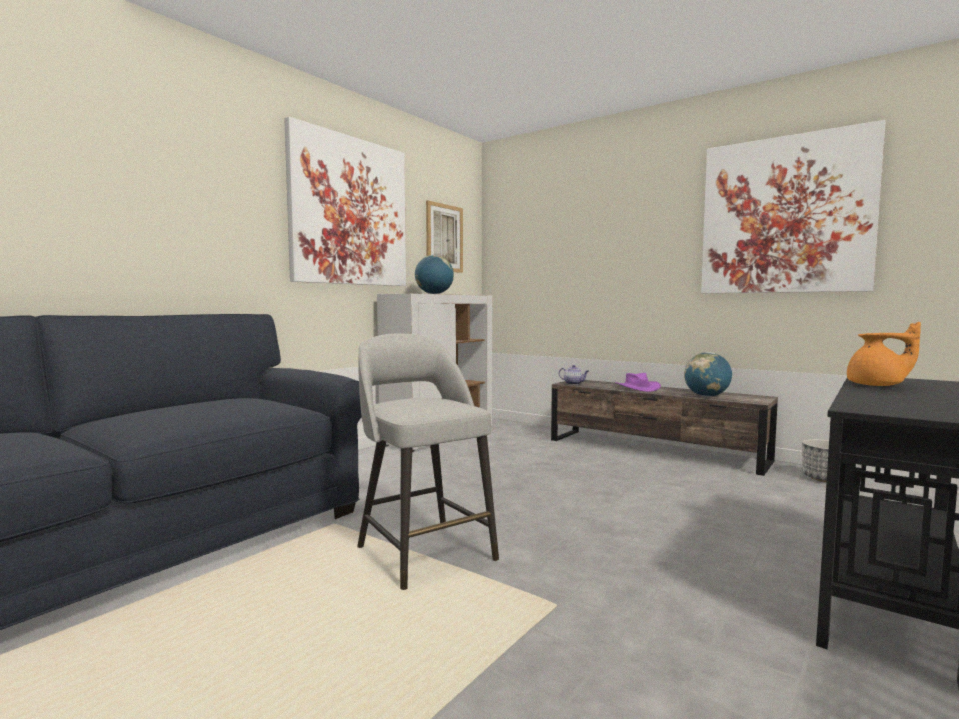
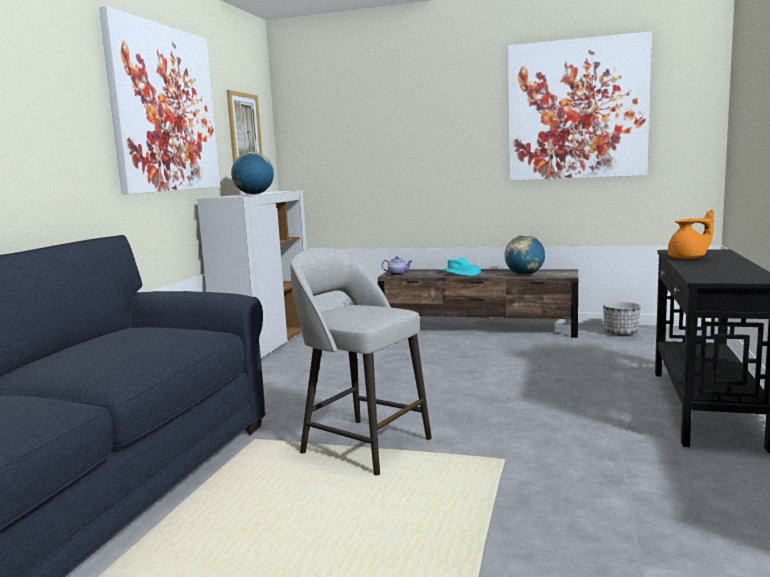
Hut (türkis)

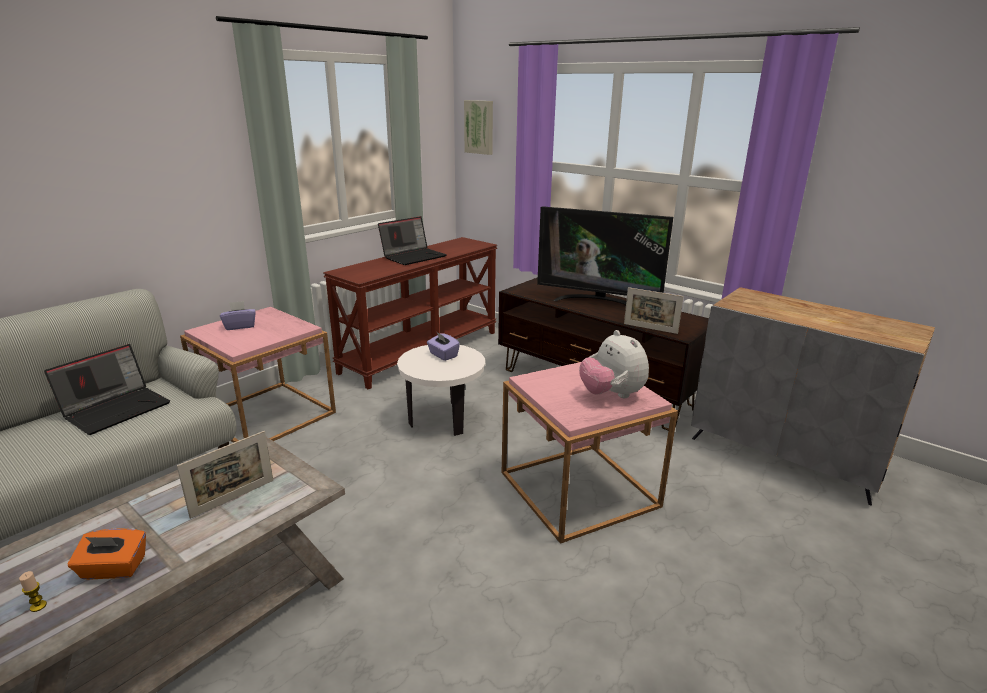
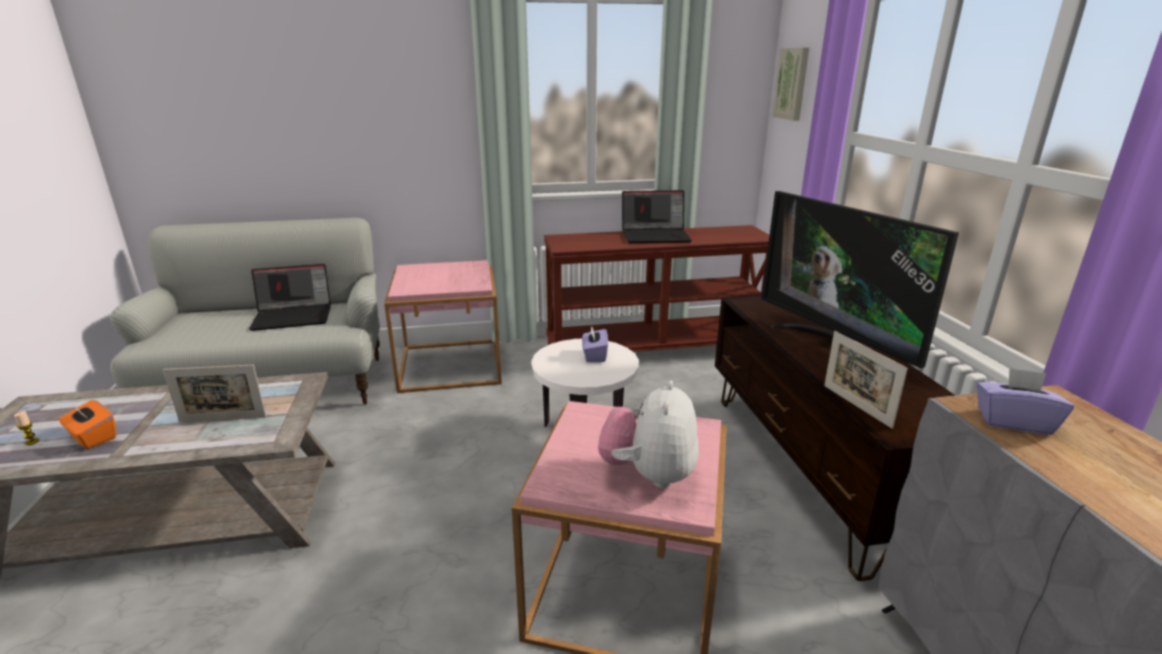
Taschentuchbox (lila) (no. 2 from left)

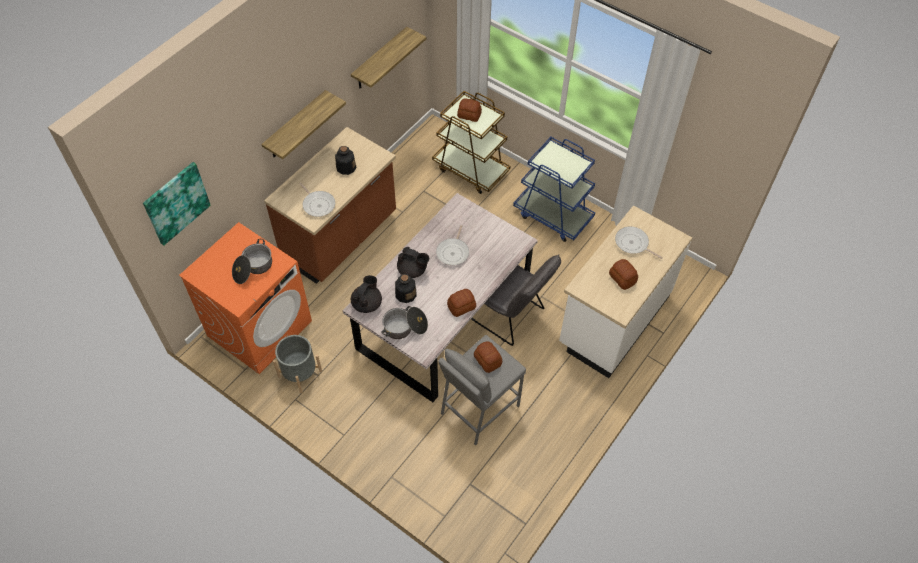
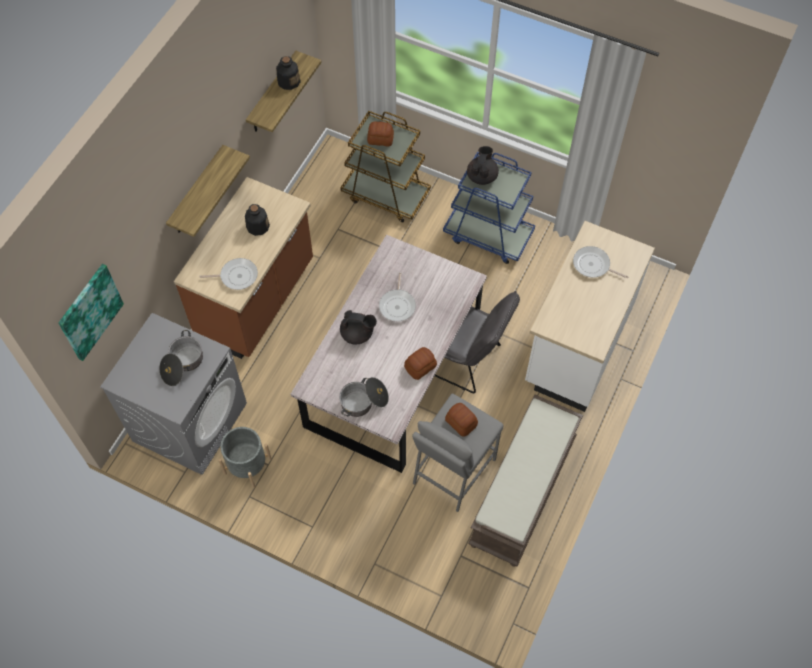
Pfanne (no. 1 from left); Waschmaschine (grau); Brot (no. 4 from left in the first image); Flasche (no. 2 from left); Teekanne (schwarz) (no. 2 from left); Bank (braun)

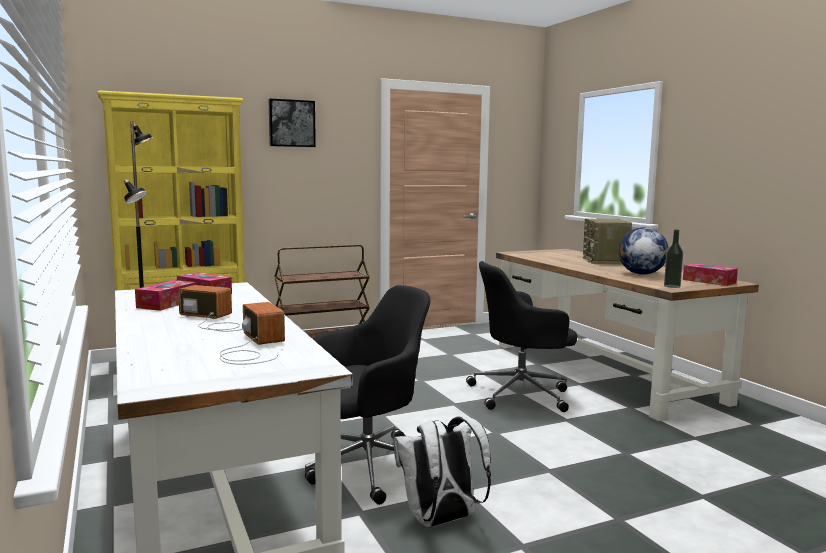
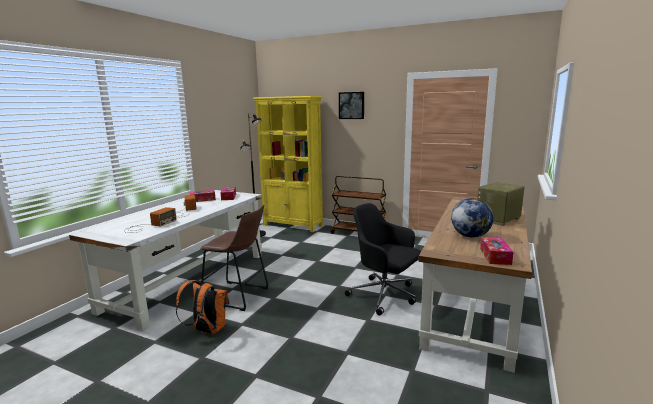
Flasche; Hocker (braun); Rucksack (orange)

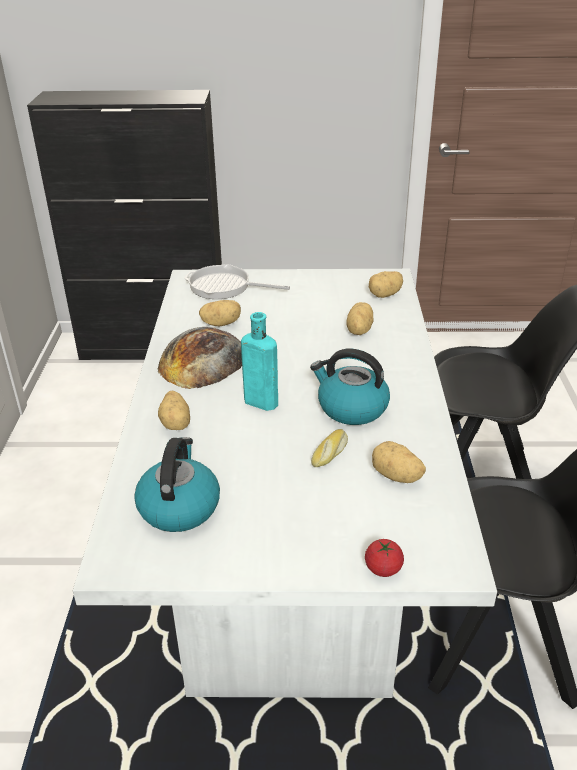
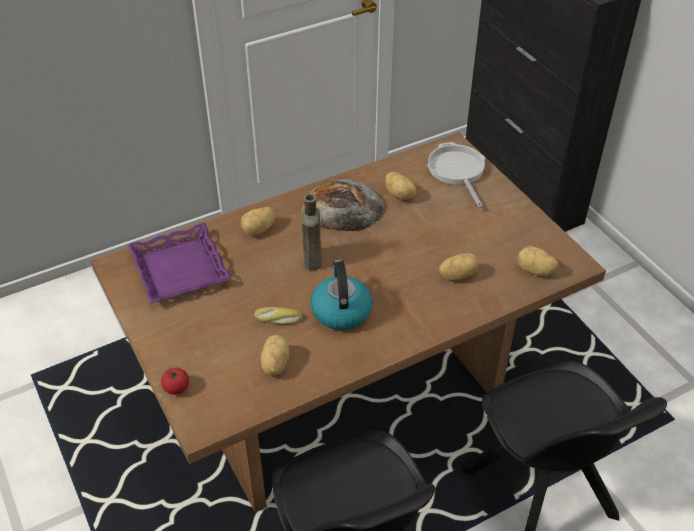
Esstisch (braun); Flasche (braun); Tablett (lila)

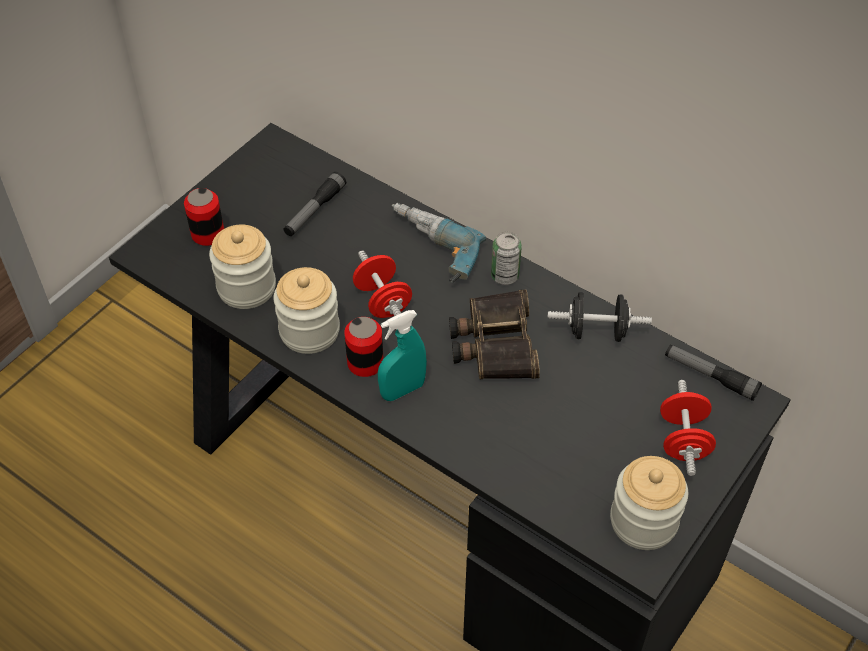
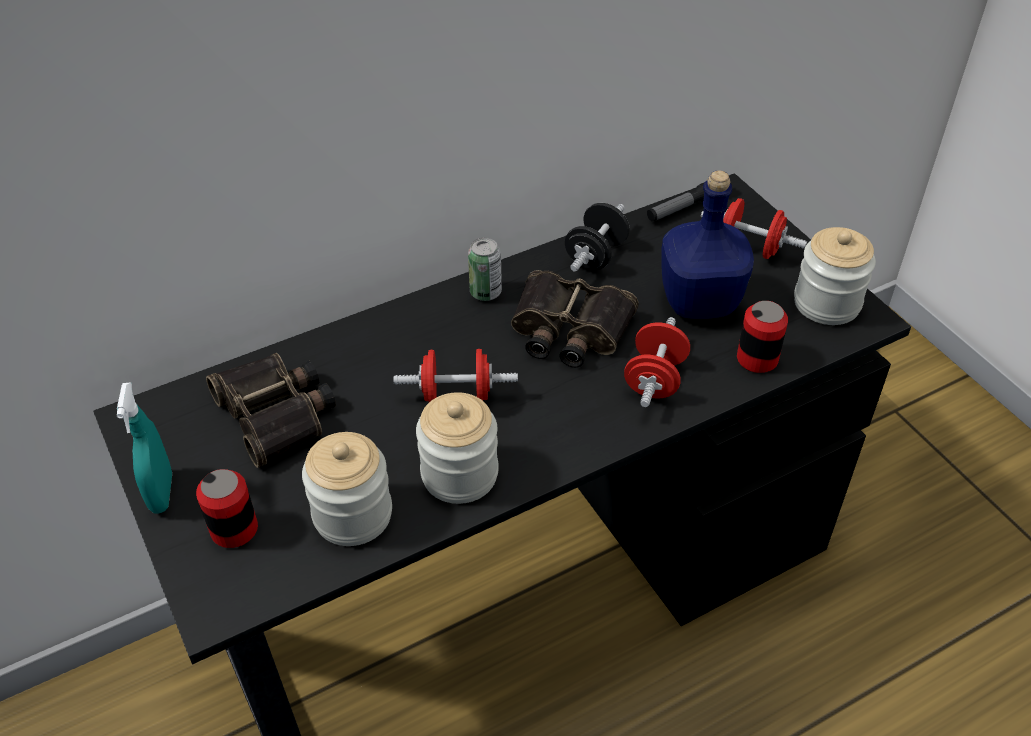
Fernglas (no. 1 from left); Bohrmaschine; Sprühflasche (türkis); Dose (no. 3 from left); Flasche (blau); Hantel (rot) (no. 2 from left)

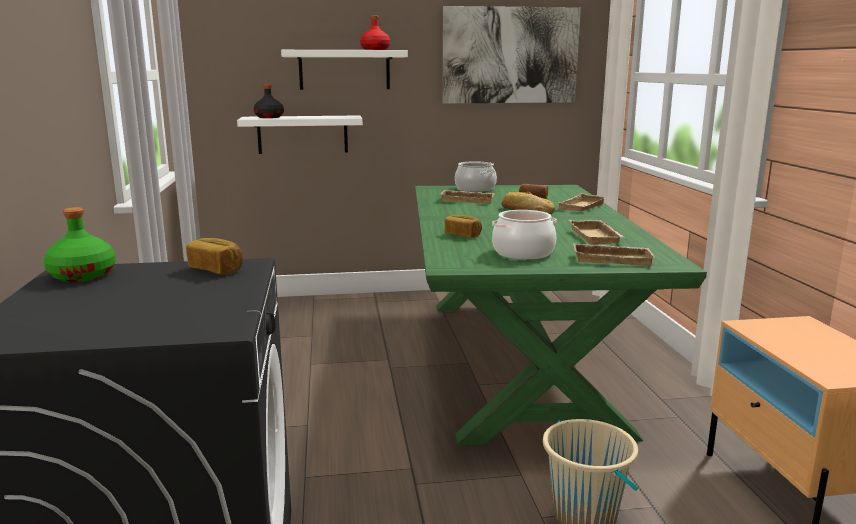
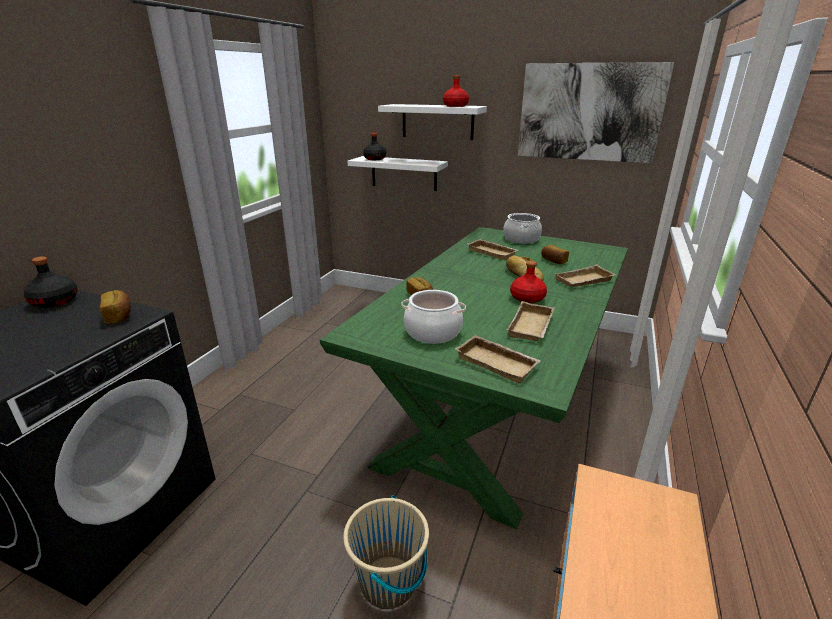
Flasche (schwarz) (no. 1 from left); Flasche (rot) (no. 2 from left)

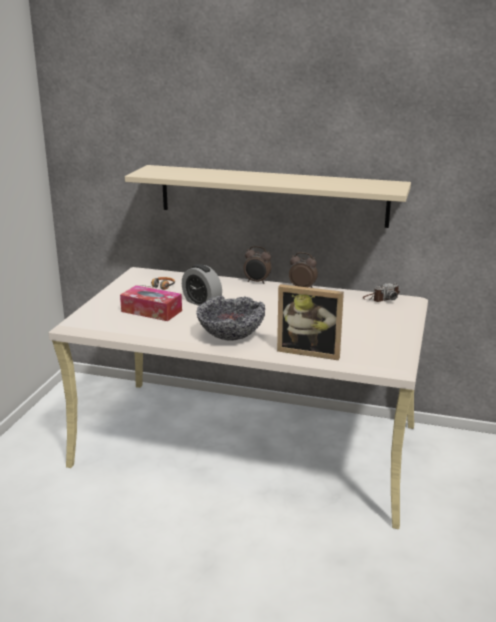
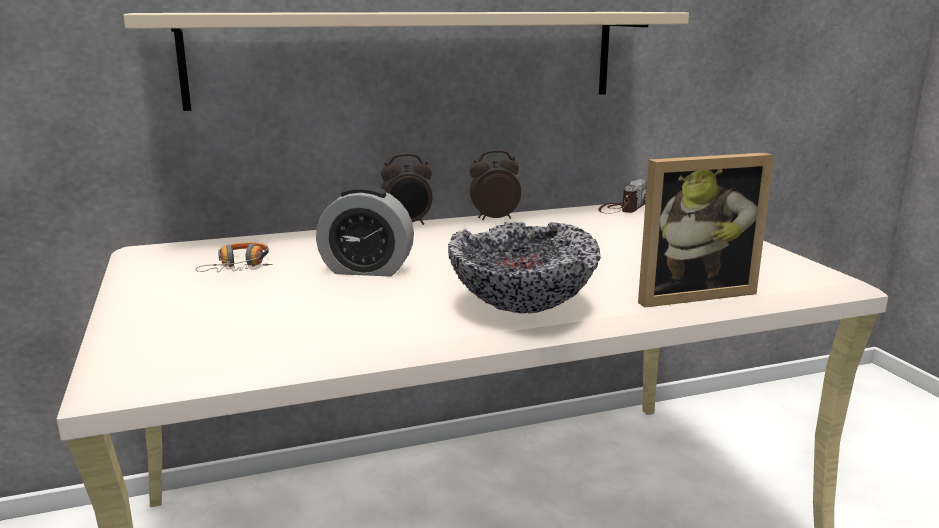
Taschentuchbox

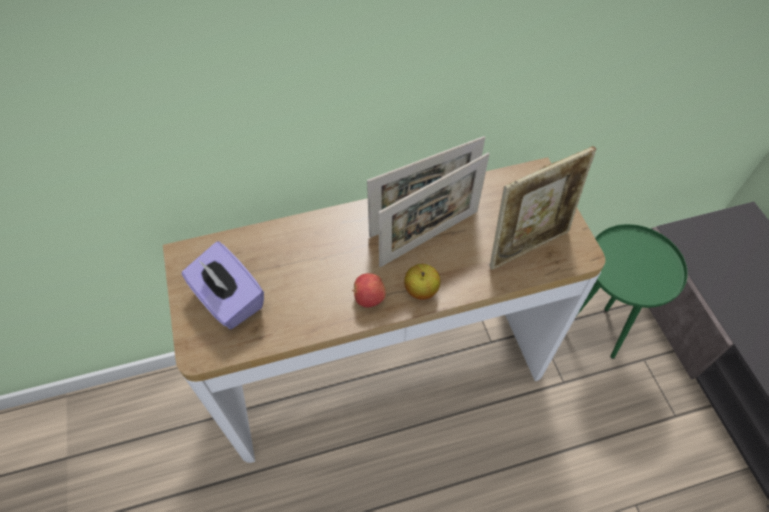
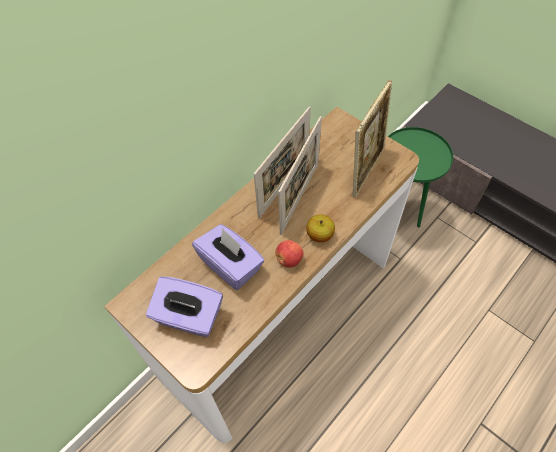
Taschentuchbox (lila) (no. 2 from left)

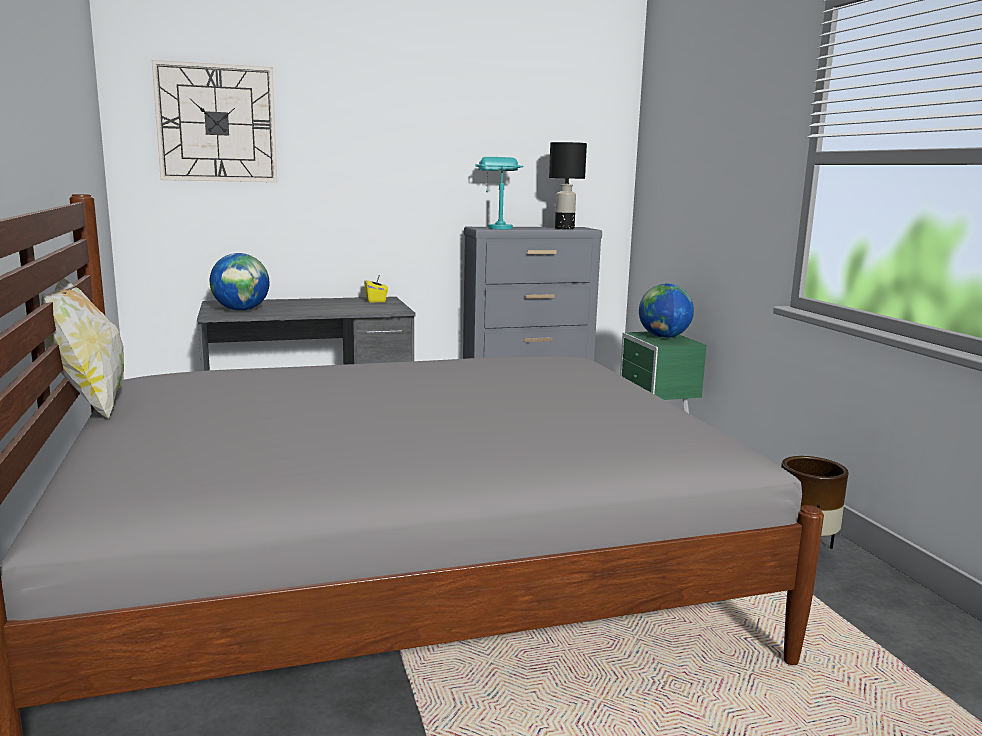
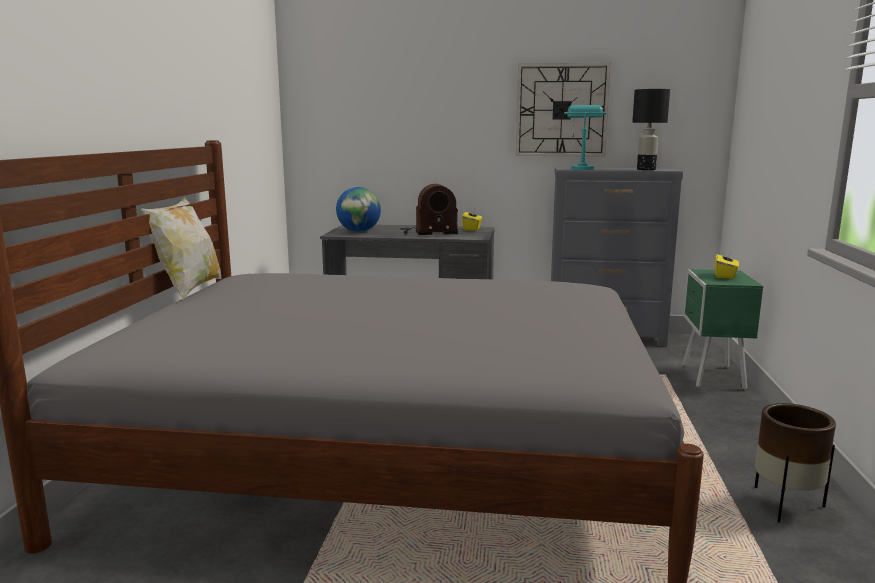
Wanduhr; Taschentuchbox (gelb) (no. 2 from left); Radio

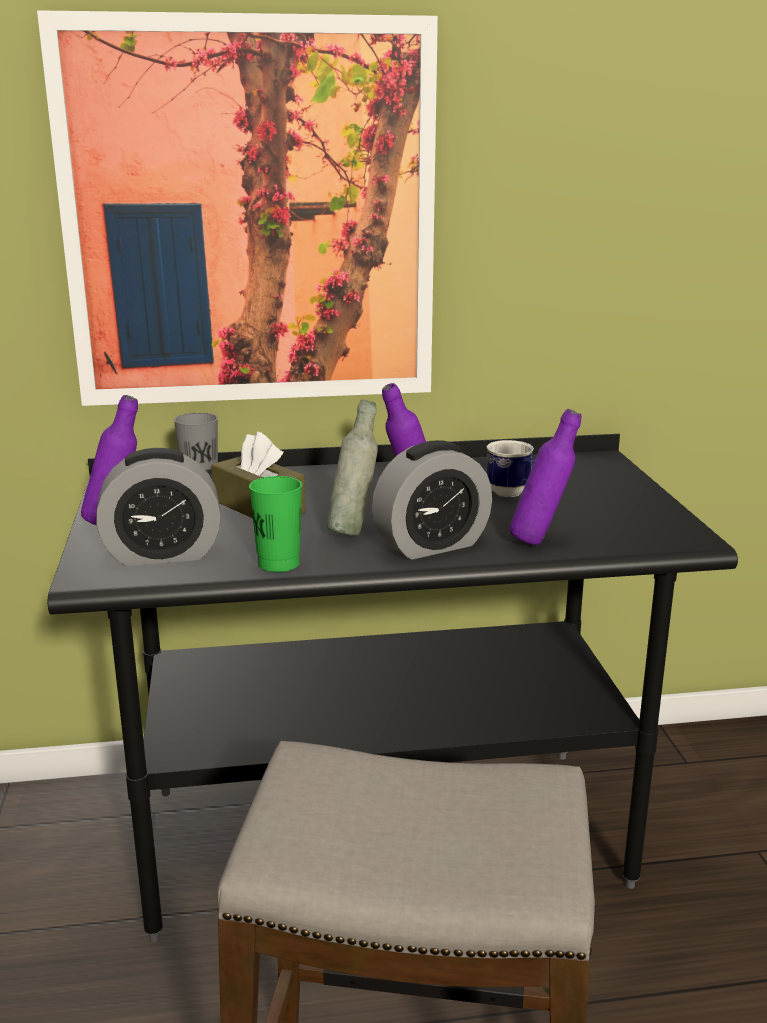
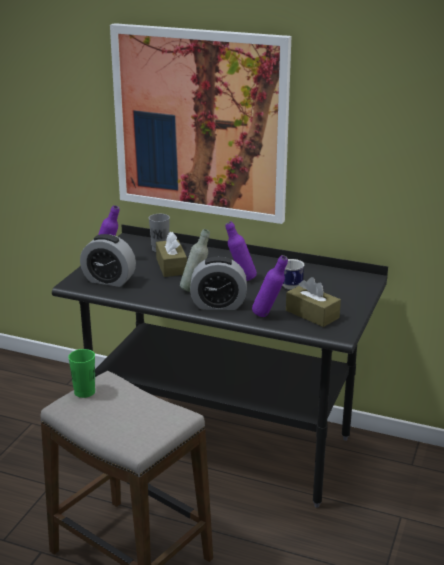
Tasse (grün); Taschentuchbox (braun) (no. 2 from left)

